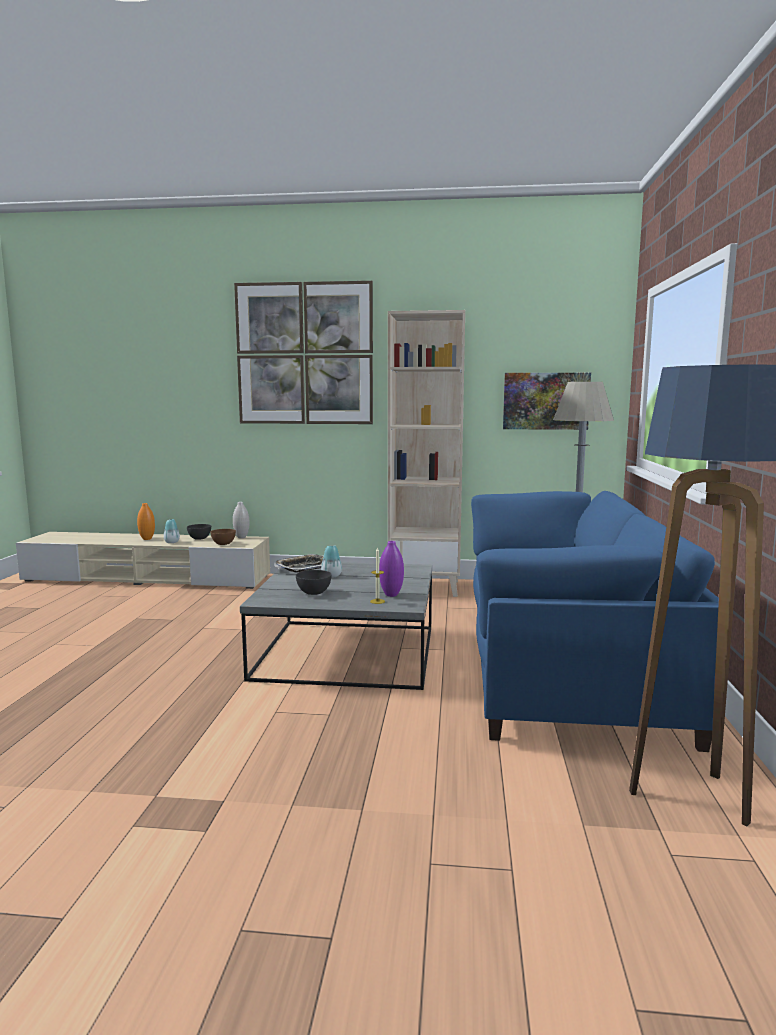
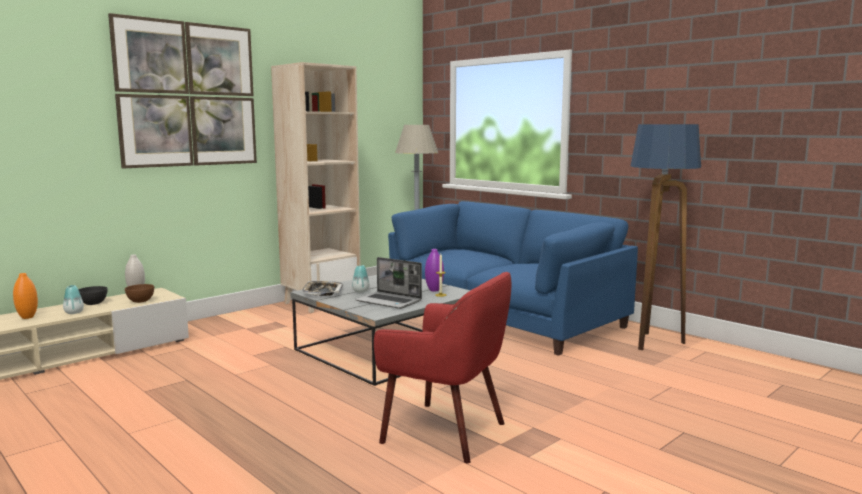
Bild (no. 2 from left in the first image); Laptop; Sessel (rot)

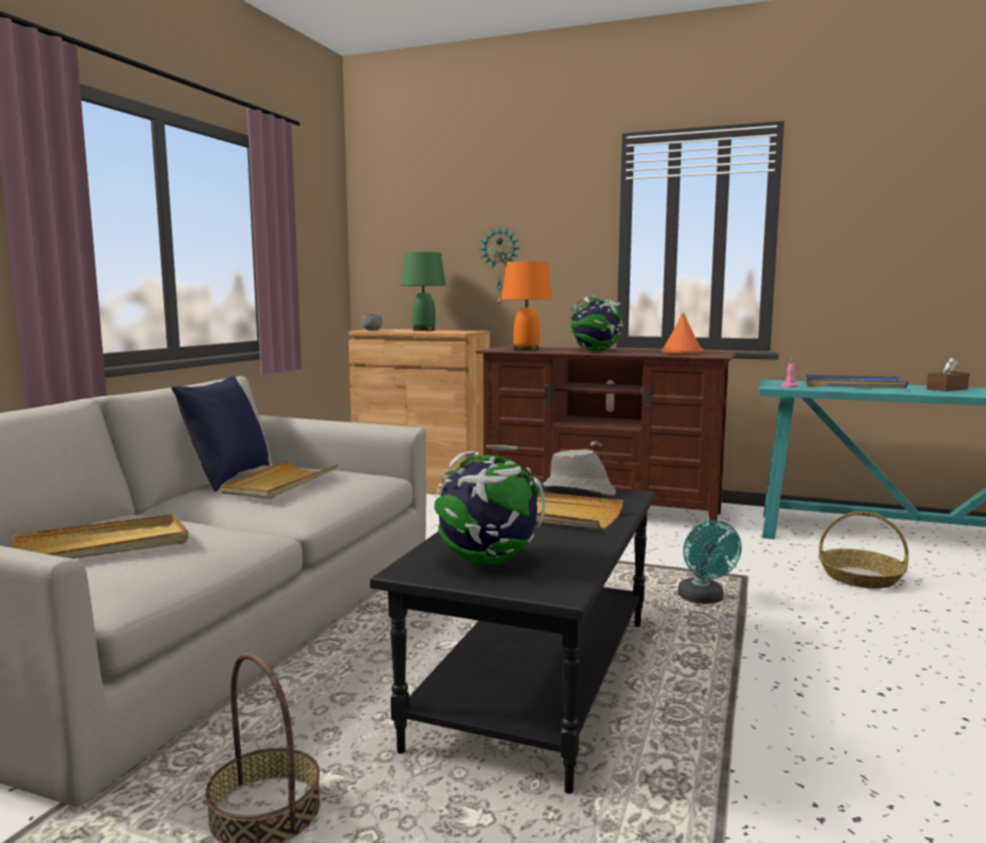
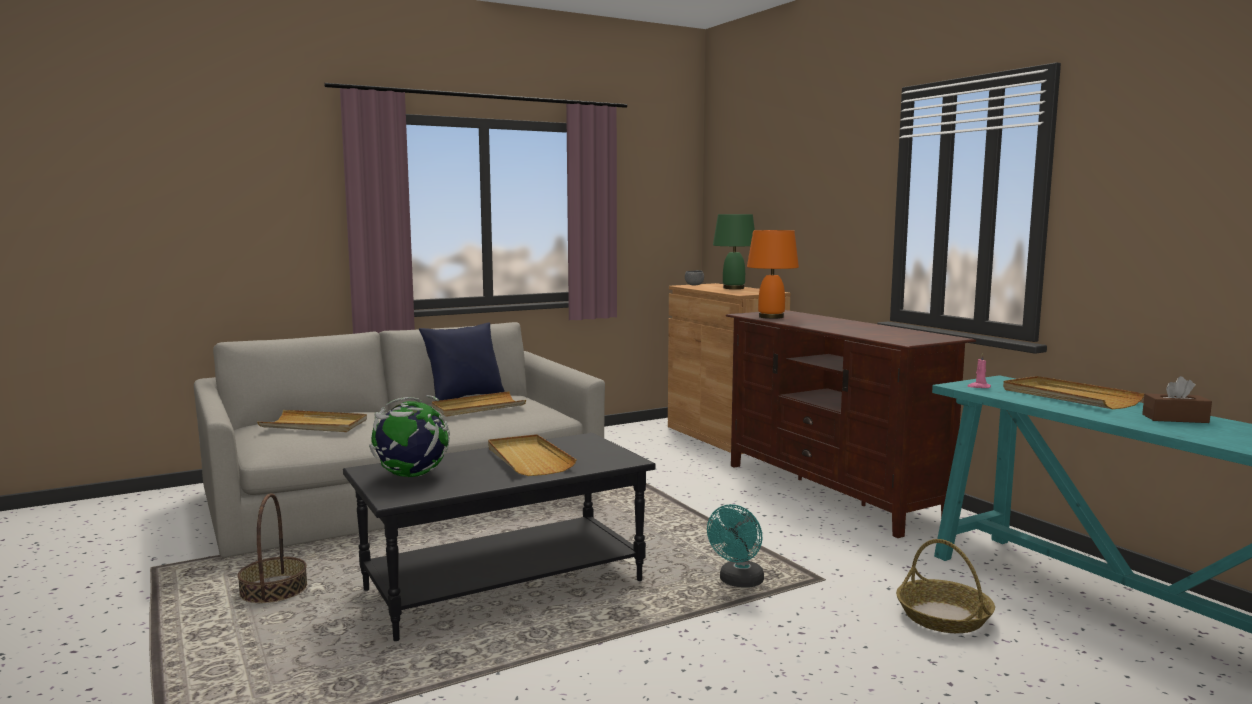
Wanduhr; Globus (no. 2 from left in the first image); Hut (orange); Tablett (beige) (no. 4 from left); Hut (grau)

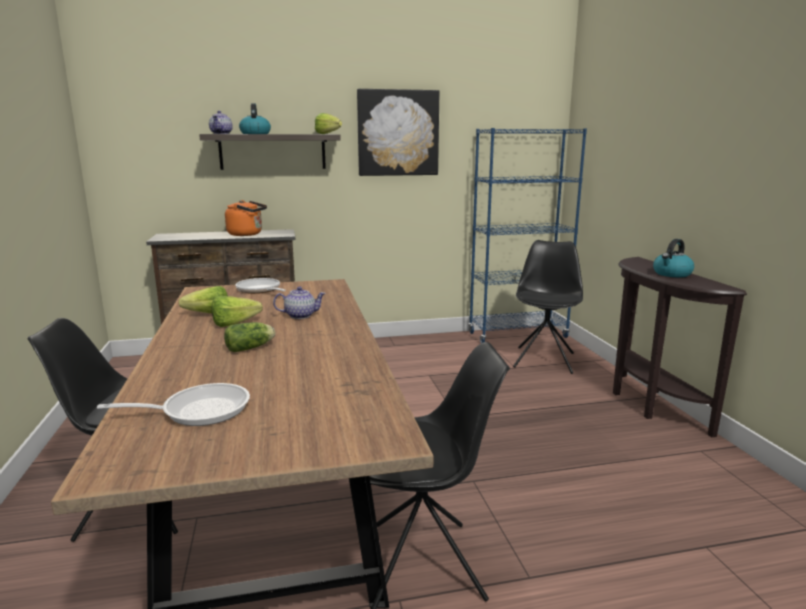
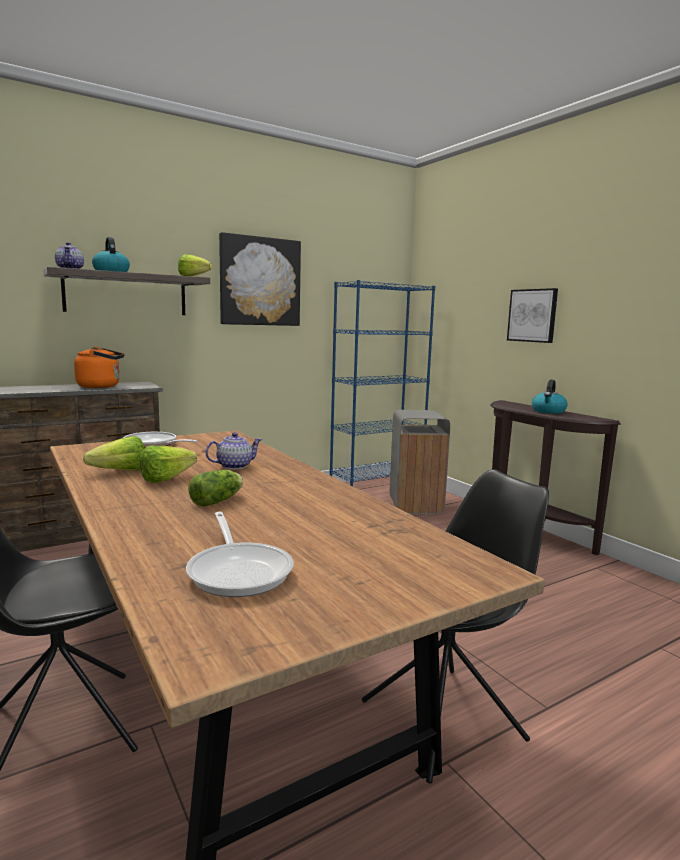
Mülleimer (grau); Pfanne (no. 2 from left); Bild (no. 2 from left)

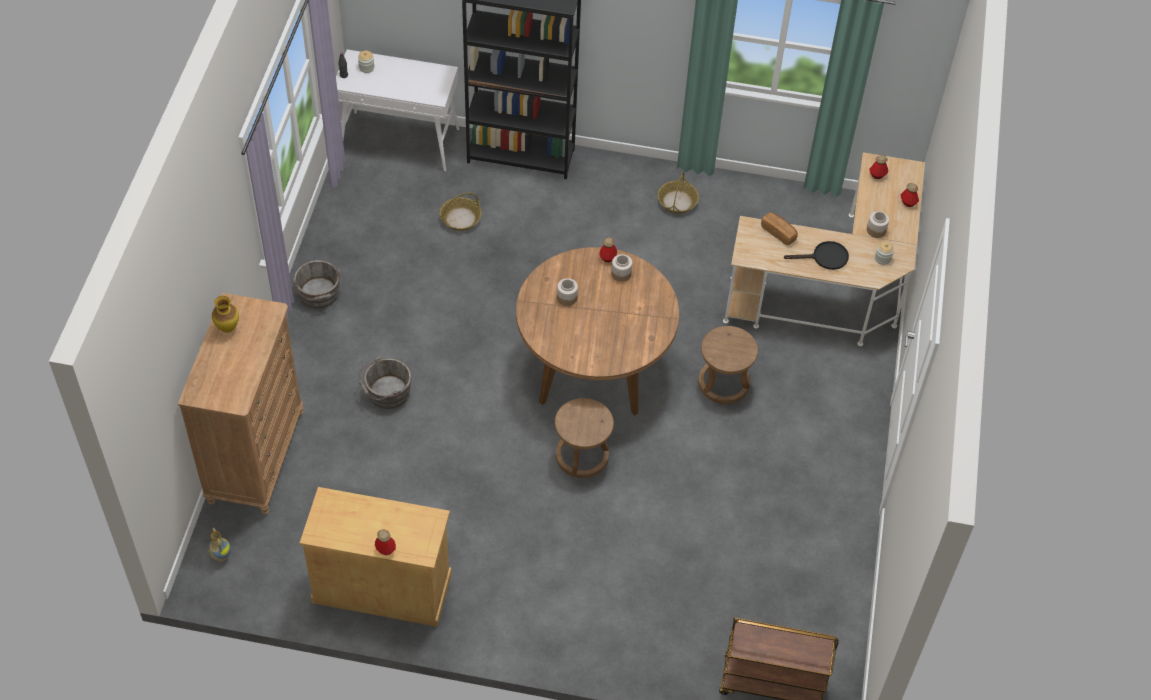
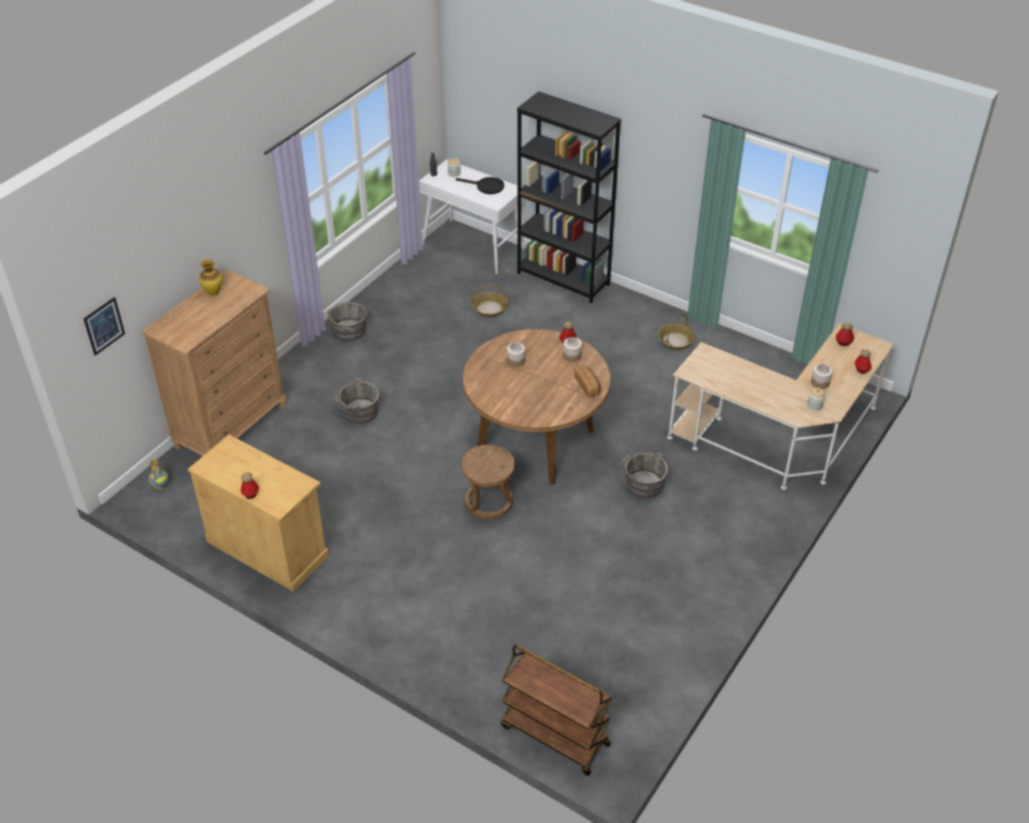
Brot; Pfanne (schwarz); Eimer (grau) (no. 3 from left); Bild

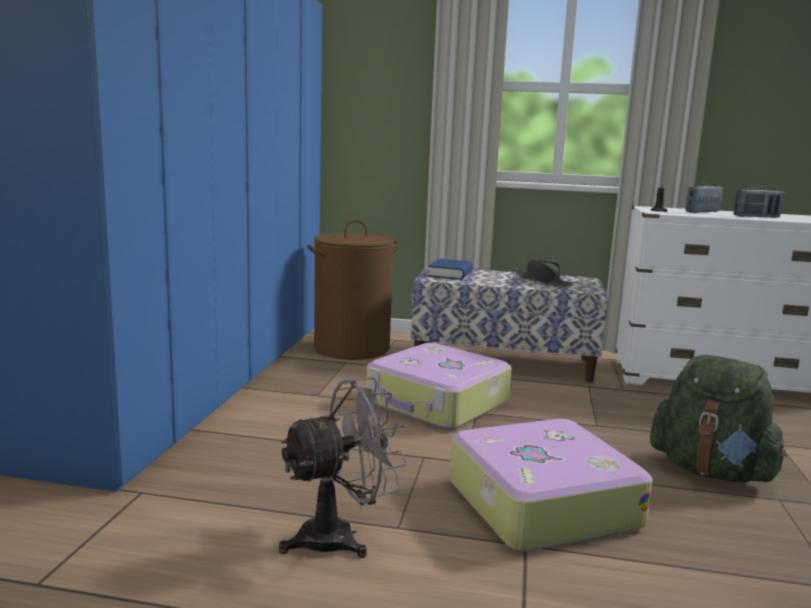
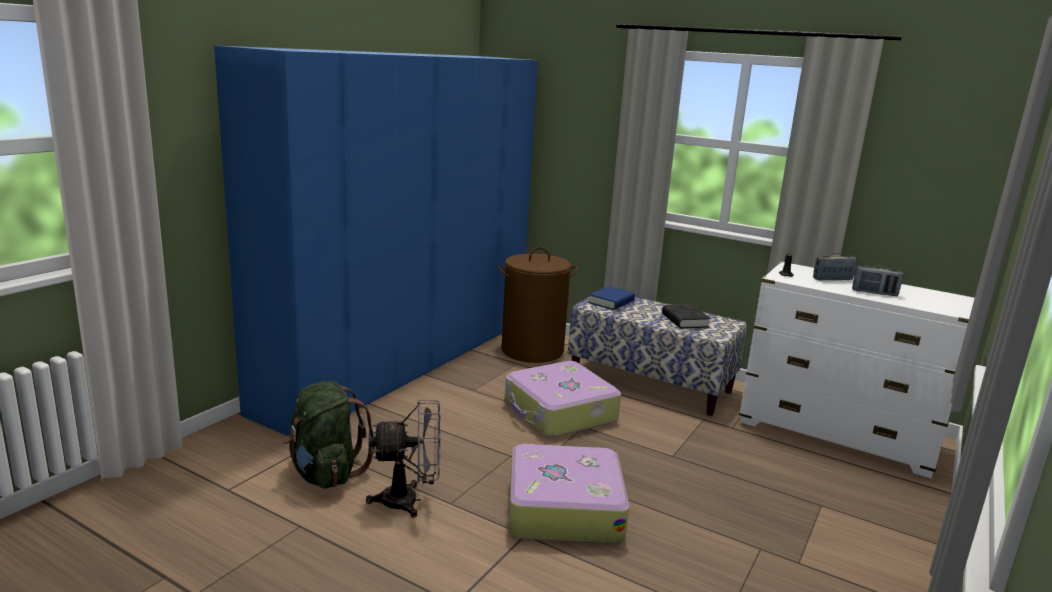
Buch (schwarz); Rucksack (grün)

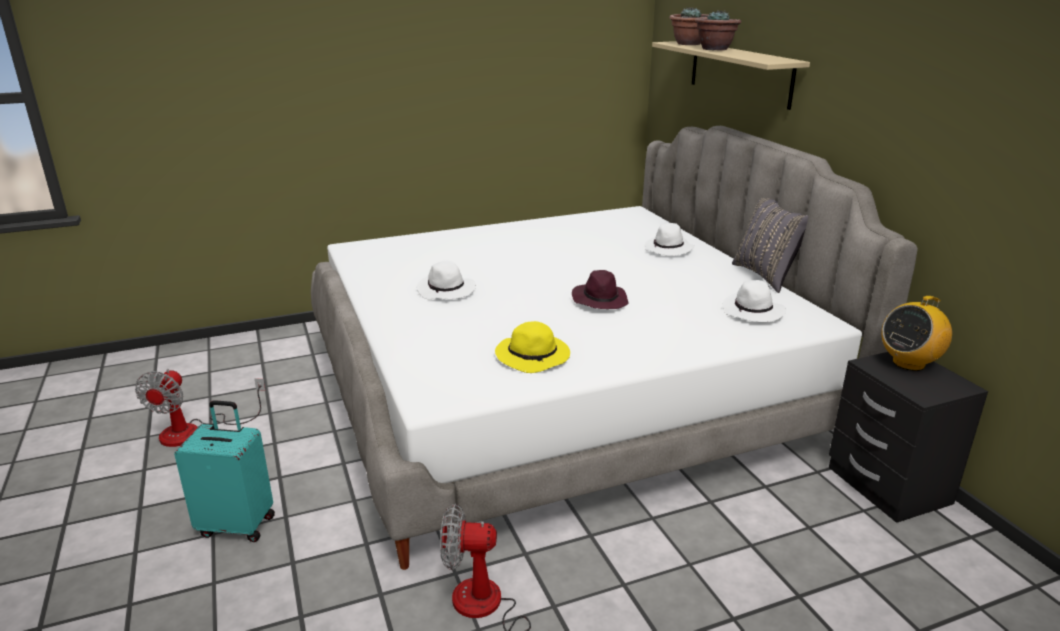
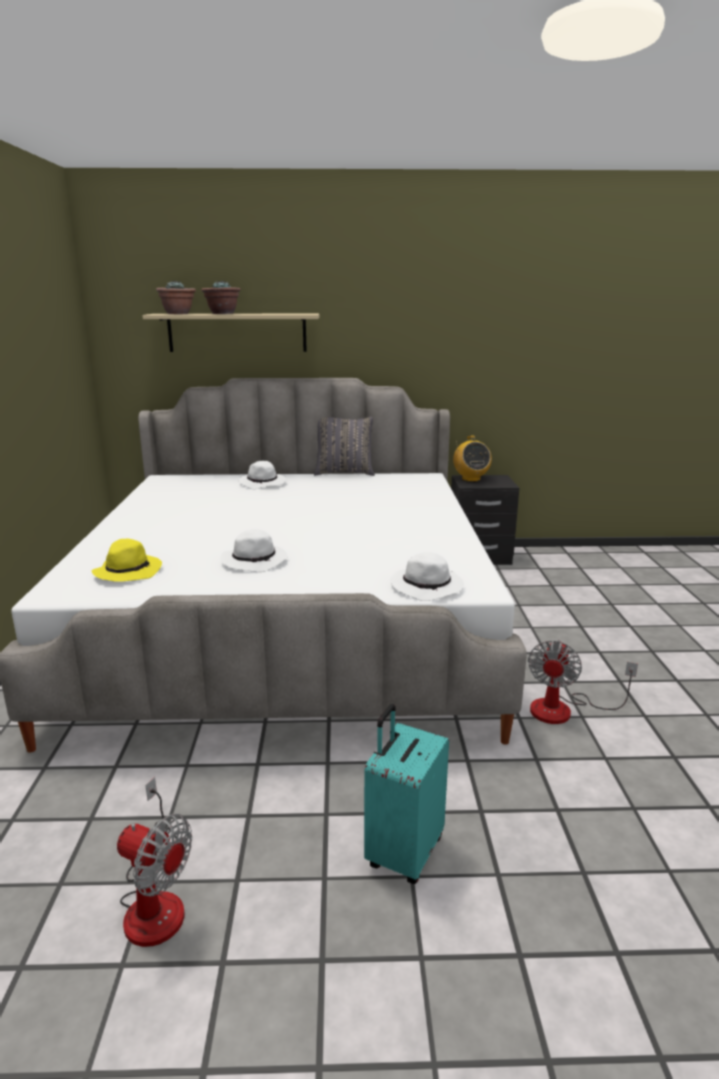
Hut (lila); Hut (weiß) (no. 3 from left); Hut (gelb)

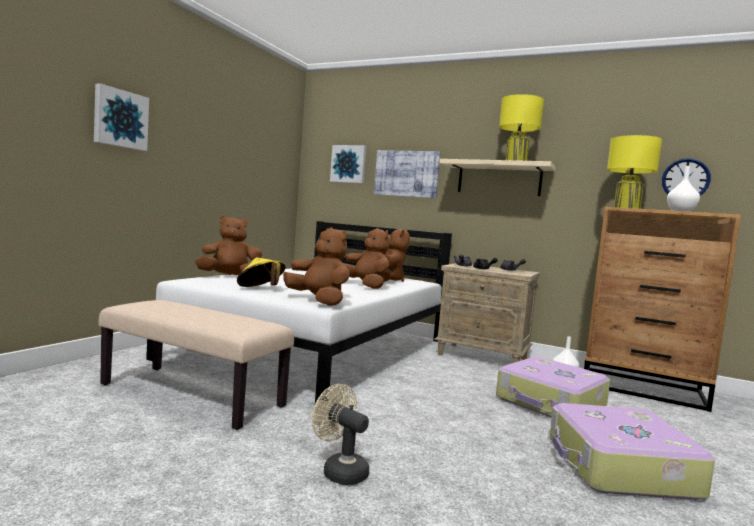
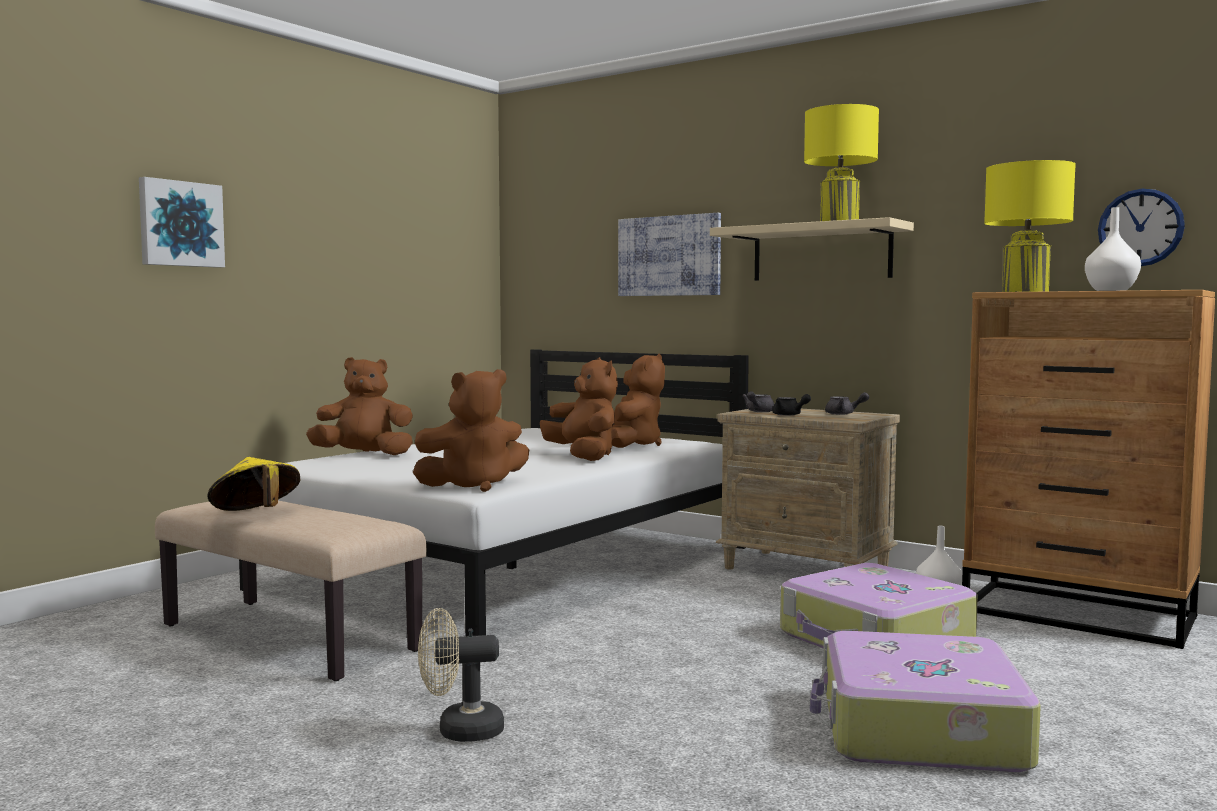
Bild (no. 2 from left in the first image); Plüschtier (braun) (no. 2 from left); Hut (gelb); Ventilator (beige)

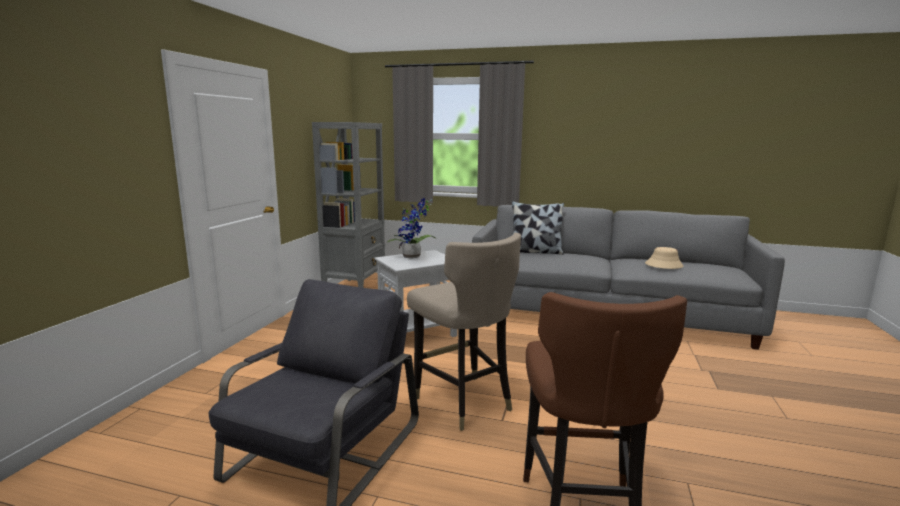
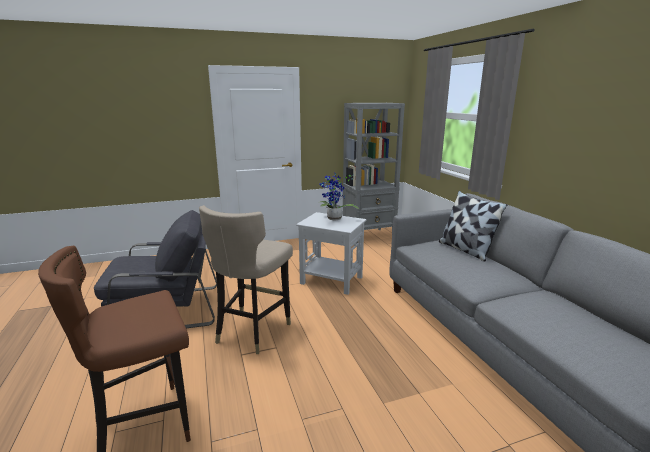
Hut (beige)

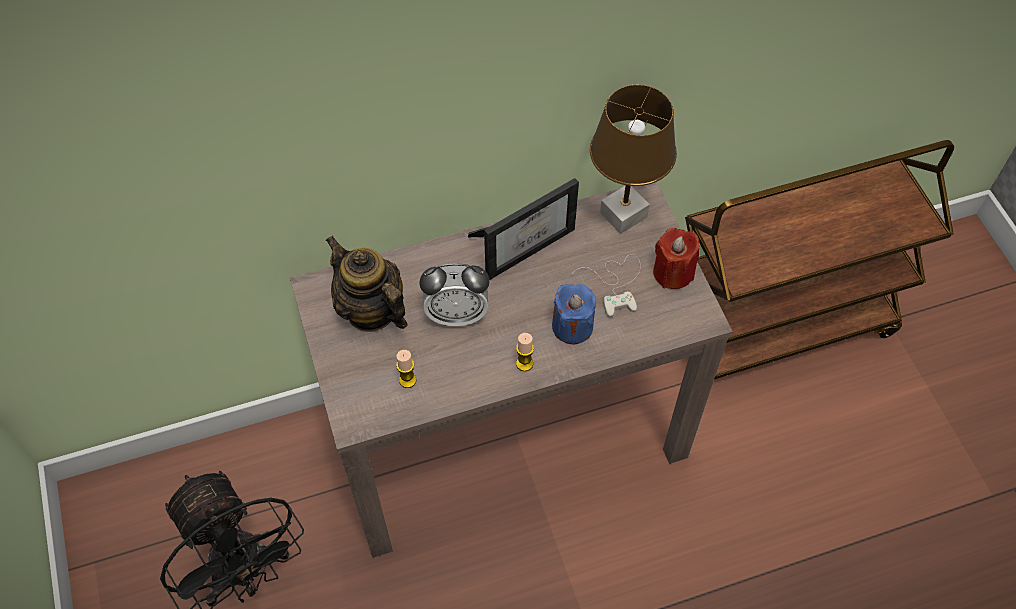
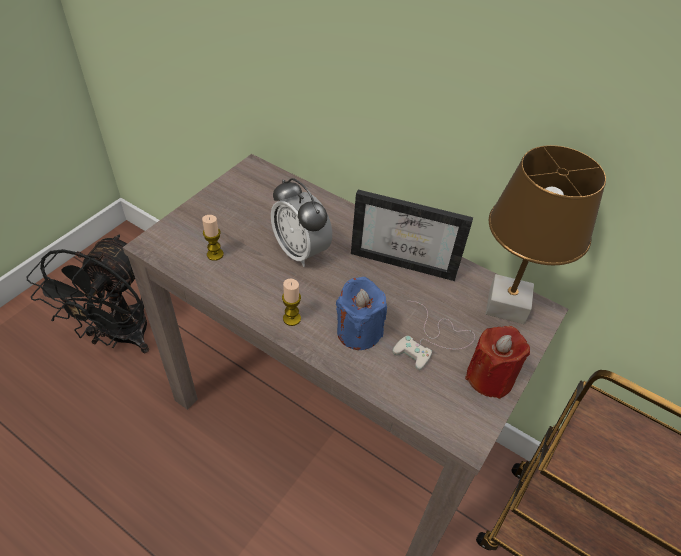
Teekanne

